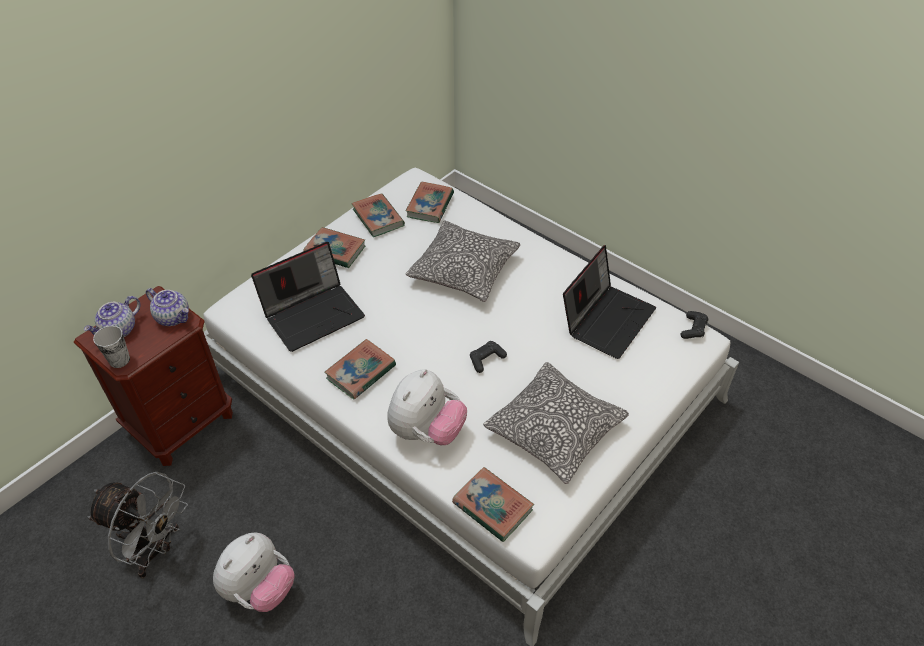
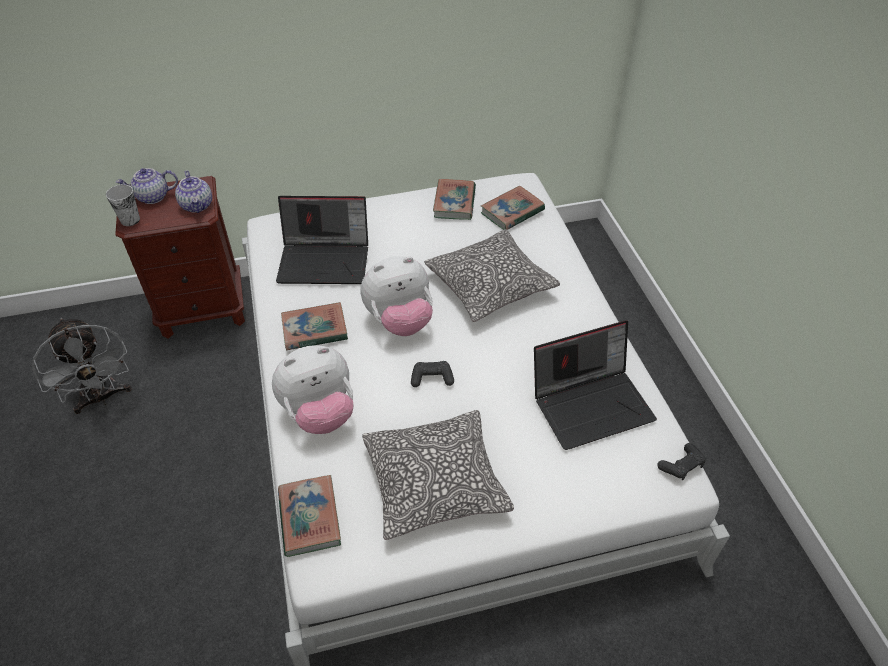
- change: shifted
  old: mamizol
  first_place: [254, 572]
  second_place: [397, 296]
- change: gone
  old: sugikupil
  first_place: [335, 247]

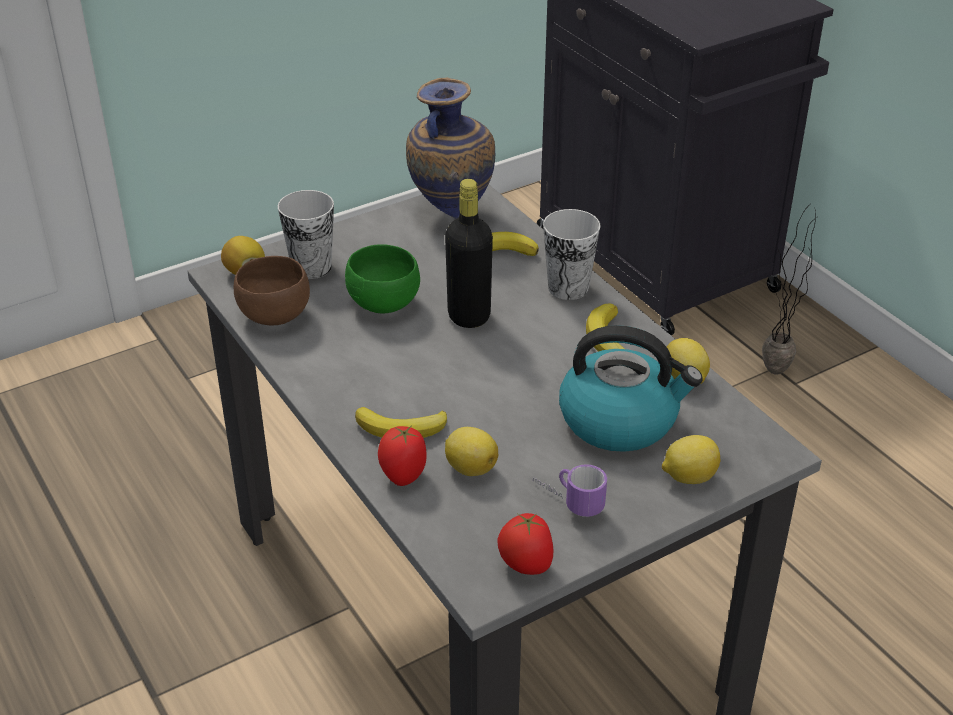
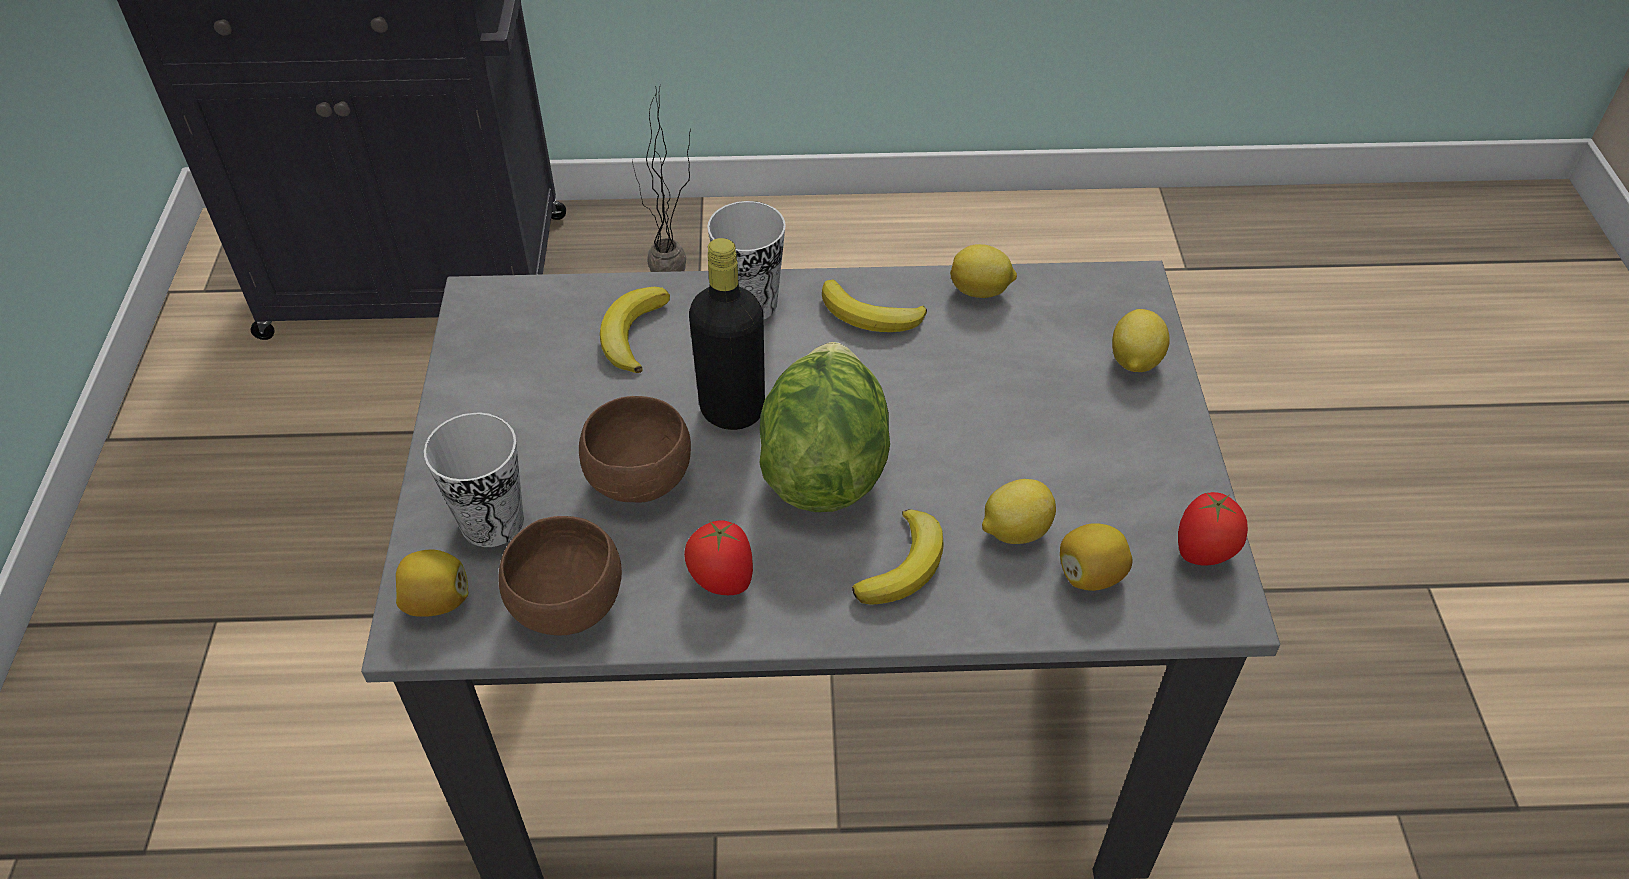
- change: repainted
  old: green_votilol
  new: brown_votilol
  first_place: [382, 278]
  second_place: [635, 449]
- change: shifted
  old: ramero
  first_place: [402, 456]
  second_place: [718, 557]
- change: gone
  old: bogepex
  first_place: [450, 148]
- change: gone
  old: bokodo
  first_place: [570, 490]
- change: gone
  old: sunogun
  first_place: [631, 388]
- change: new
  new: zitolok
  second_place: [824, 427]
- change: new
  new: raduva
  second_place: [1096, 557]

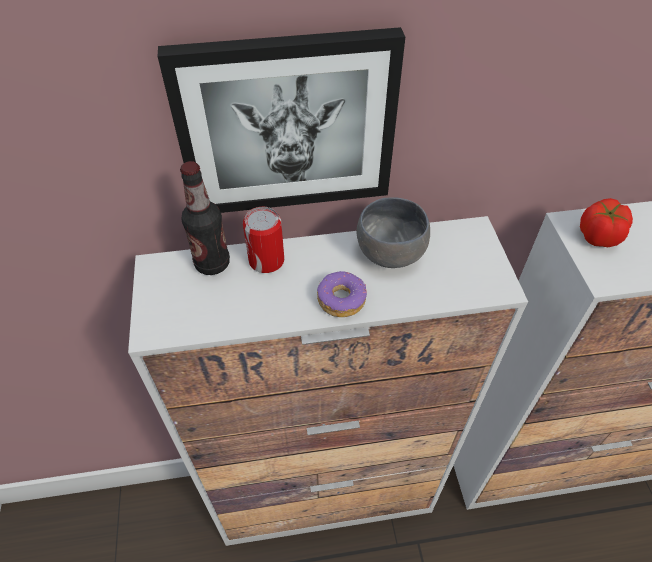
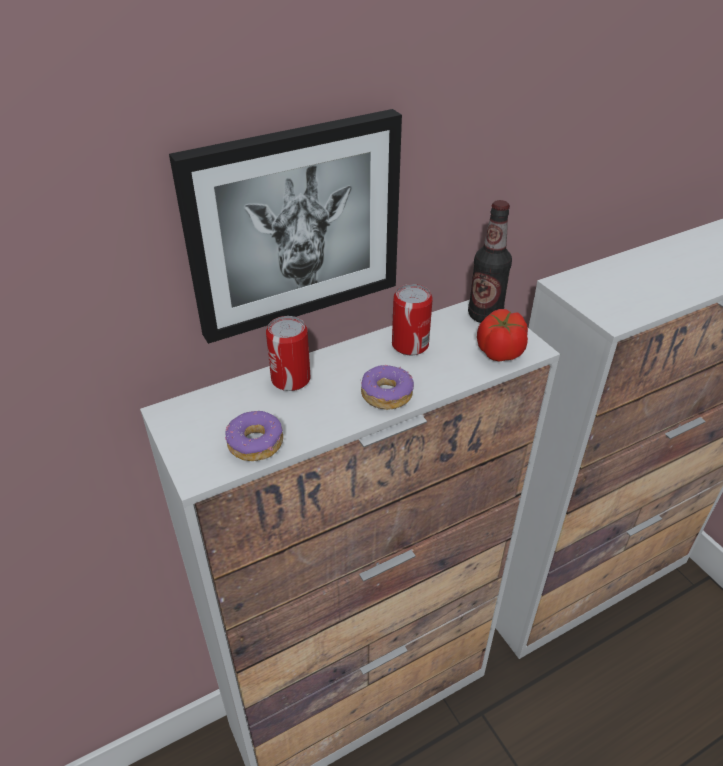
- change: shifted
  old: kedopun
  first_place: [205, 218]
  second_place: [490, 261]
- change: swapped
  old: grey_votilol
  new: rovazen
  first_place: [393, 232]
  second_place: [412, 319]
- change: shifted
  old: ramero
  first_place: [606, 222]
  second_place: [502, 335]
- change: new
  new: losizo
  second_place: [254, 436]

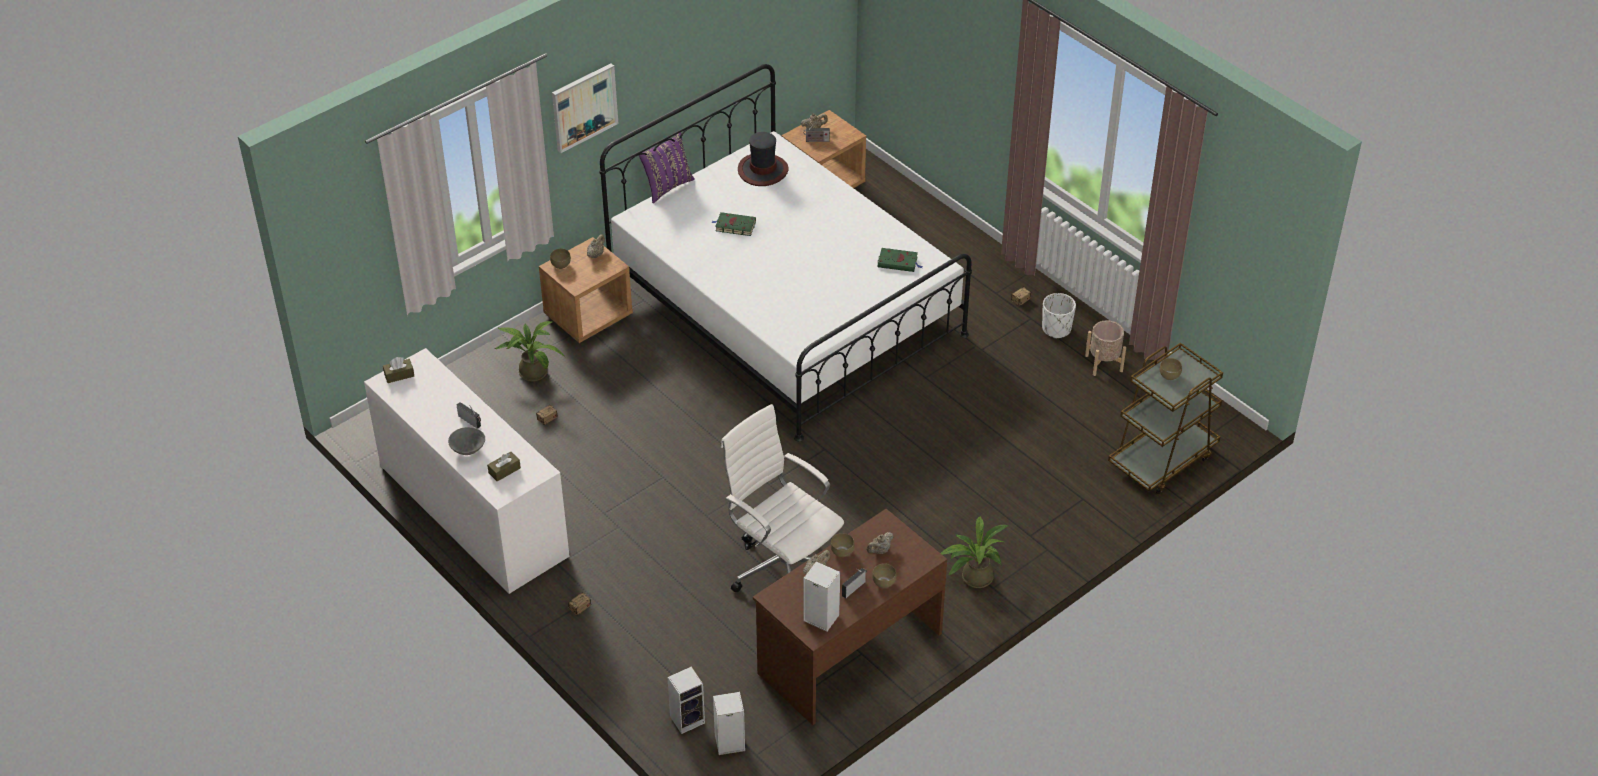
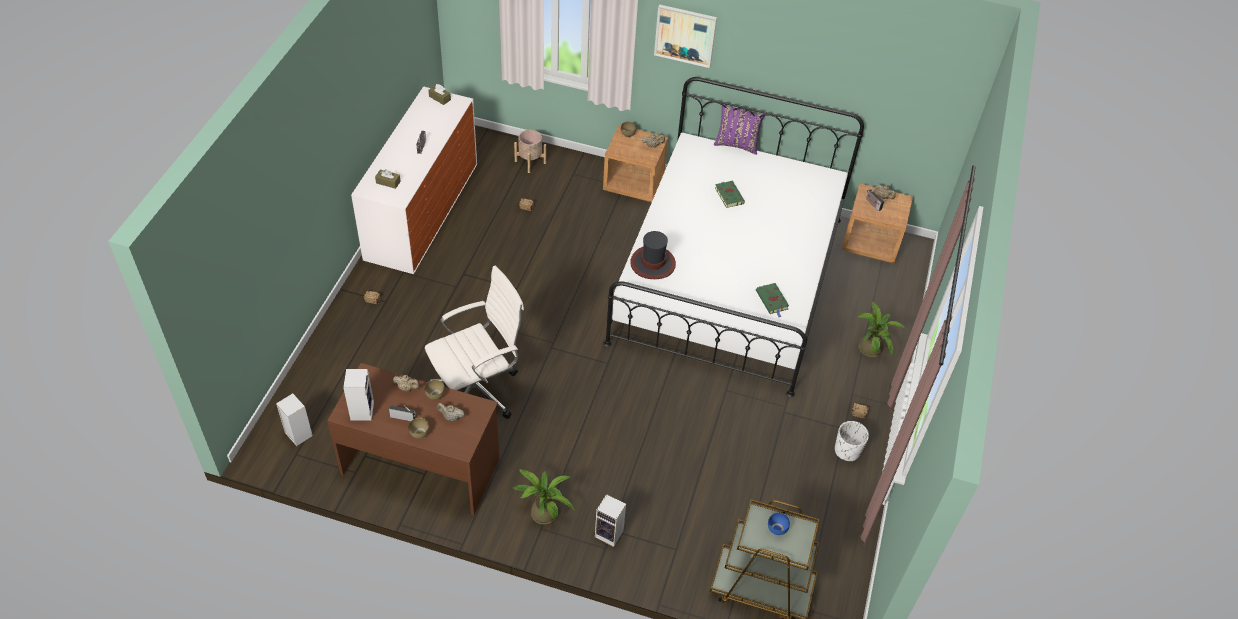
- change: gone
  old: grey_votilol
  first_place: [466, 441]
- change: shifted
  old: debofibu
  first_place: [530, 351]
  second_place: [881, 329]
- change: shifted
  old: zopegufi
  first_place: [686, 700]
  second_place: [610, 520]
- change: rotated
  old: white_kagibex
  first_place: [782, 498]
  second_place: [474, 342]
  degrees: 45
- change: shifted
  old: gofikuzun
  first_place: [763, 159]
  second_place: [653, 255]
- change: shifted
  old: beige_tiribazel
  first_place: [1105, 348]
  second_place: [530, 151]
- change: repainted
  old: brown_votilol
  new: blue_votilol
  first_place: [1171, 369]
  second_place: [779, 524]

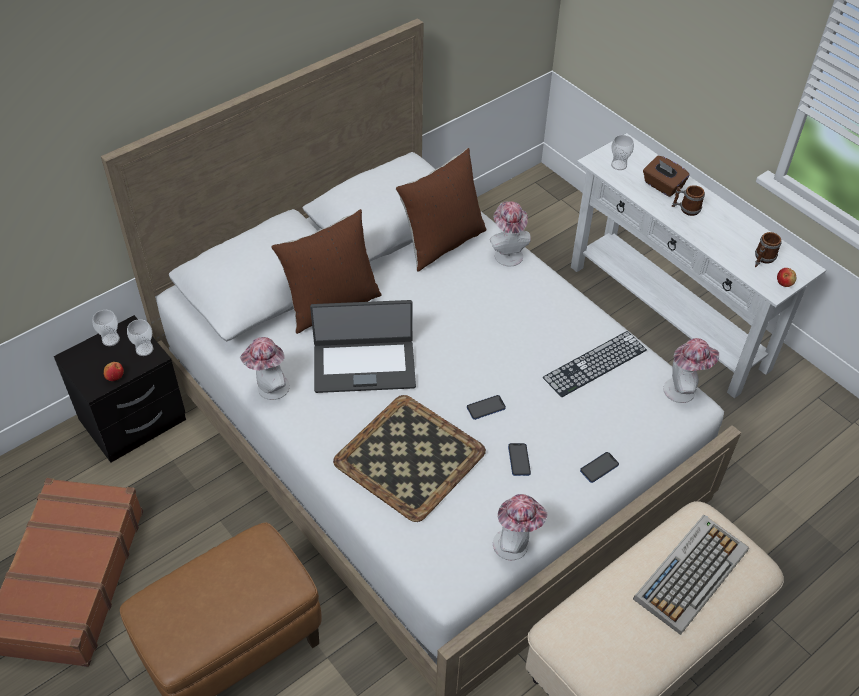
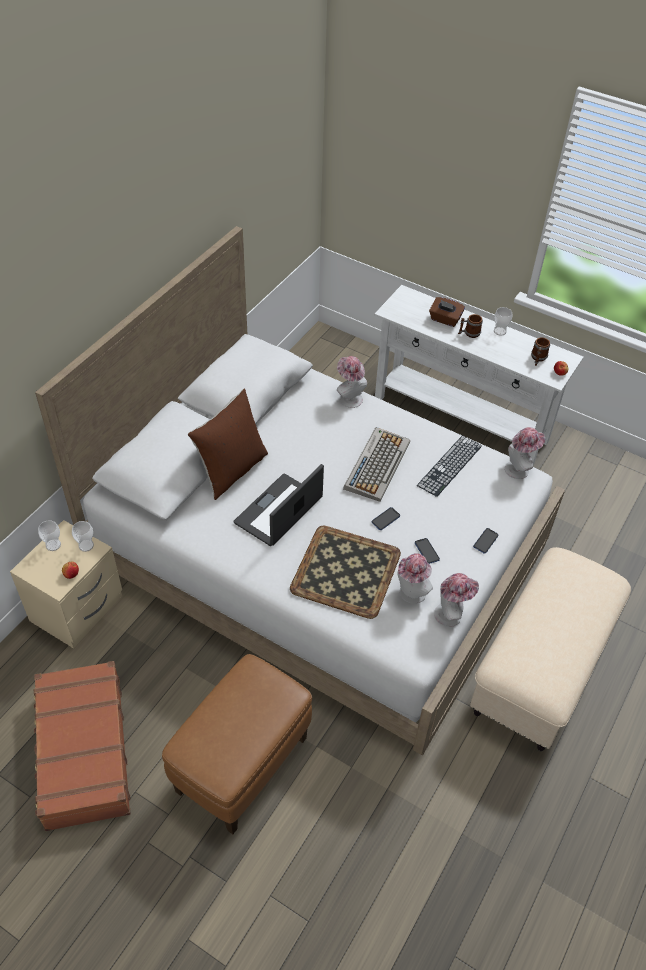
- change: repainted
  old: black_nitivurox
  new: beige_nitivurox
  first_place: [120, 389]
  second_place: [66, 584]
- change: shifted
  old: gofikuzun
  first_place: [265, 368]
  second_place: [415, 578]
- change: rotated
  old: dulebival
  first_place: [363, 346]
  second_place: [278, 505]
  degrees: 150
- change: gone
  old: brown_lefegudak
  first_place: [441, 210]
- change: shifted
  old: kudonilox
  first_place: [622, 152]
  second_place: [503, 321]
- change: shifted
  old: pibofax
  first_place: [691, 575]
  second_place: [376, 464]

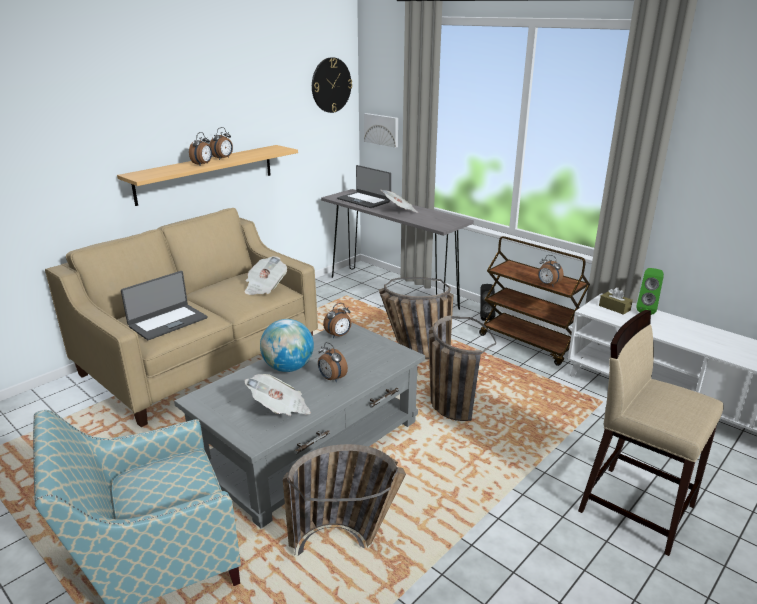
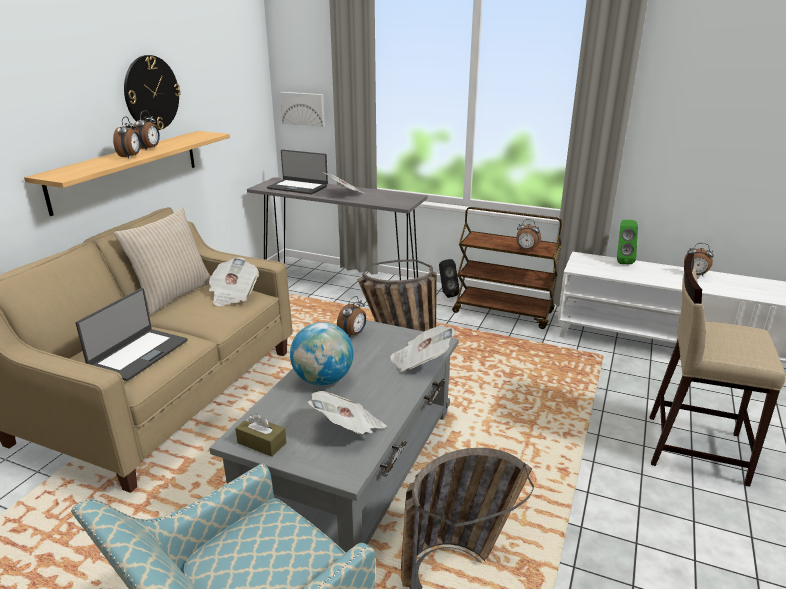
- change: shifted
  old: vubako
  first_place: [332, 85]
  second_place: [152, 92]
- change: shifted
  old: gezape
  first_place: [333, 362]
  second_place: [699, 259]
- change: gone
  old: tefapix
  first_place: [462, 368]
- change: shifted
  old: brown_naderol
  first_place: [616, 301]
  second_place: [260, 435]
- change: new
  new: beige_lefegudak
  second_place: [162, 261]
- change: new
  new: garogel
  second_place: [422, 348]

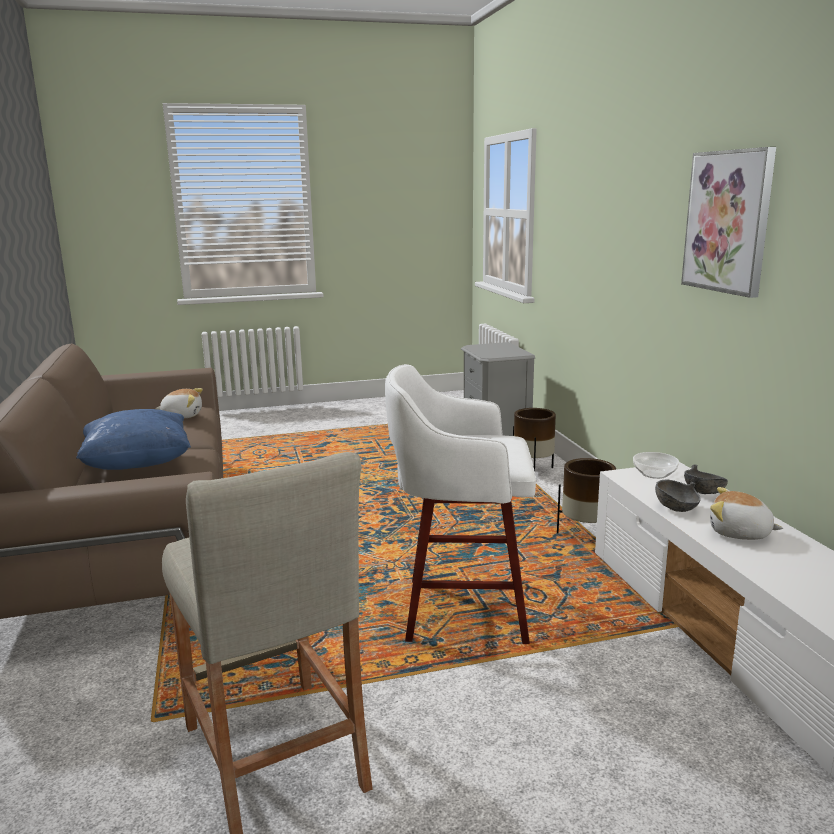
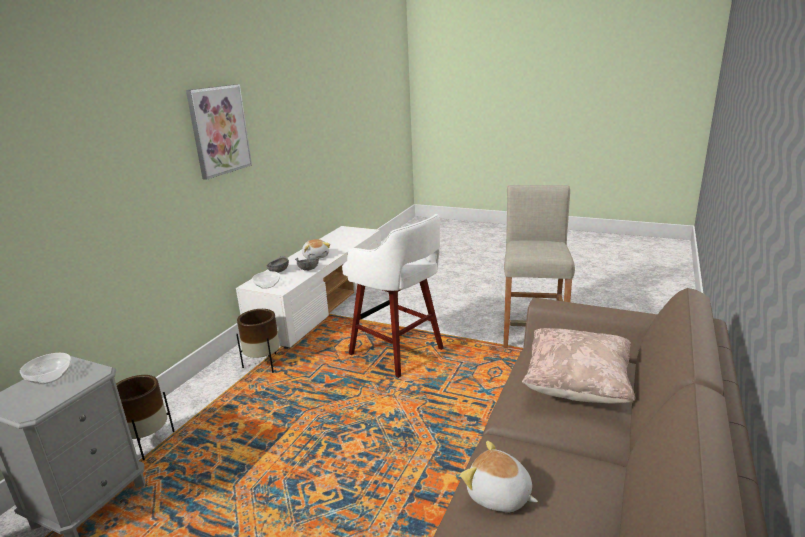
- change: repainted
  old: blue_lefegudak
  new: beige_lefegudak
  first_place: [133, 439]
  second_place: [578, 366]
- change: new
  new: votilol
  second_place: [45, 368]

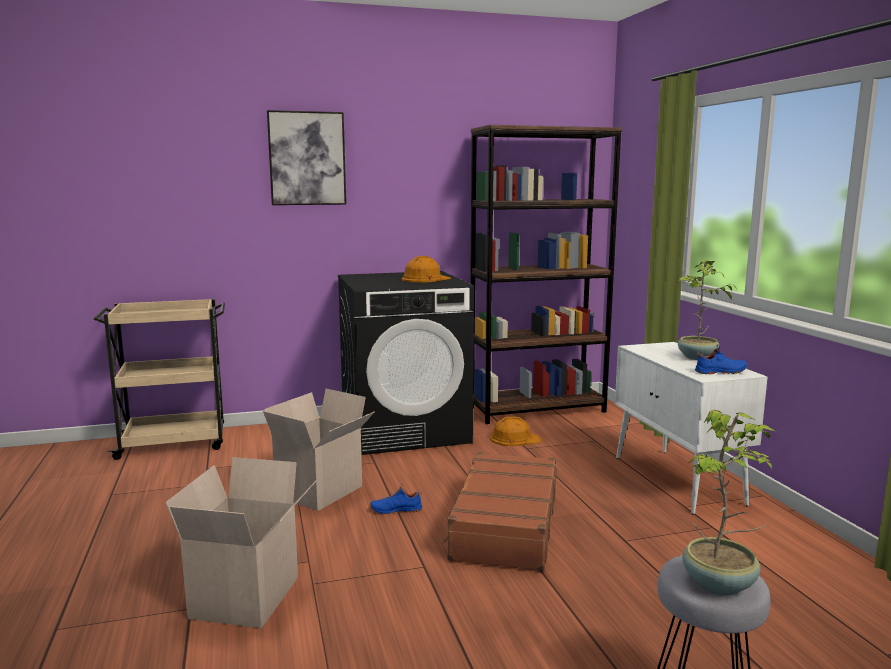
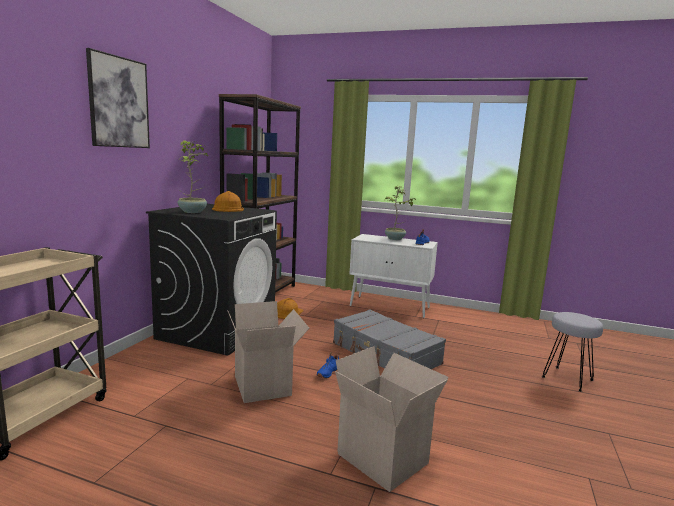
- change: repainted
  old: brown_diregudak
  new: grey_diregudak
  first_place: [500, 511]
  second_place: [389, 339]
- change: shifted
  old: debofibu
  first_place: [729, 502]
  second_place: [193, 176]

